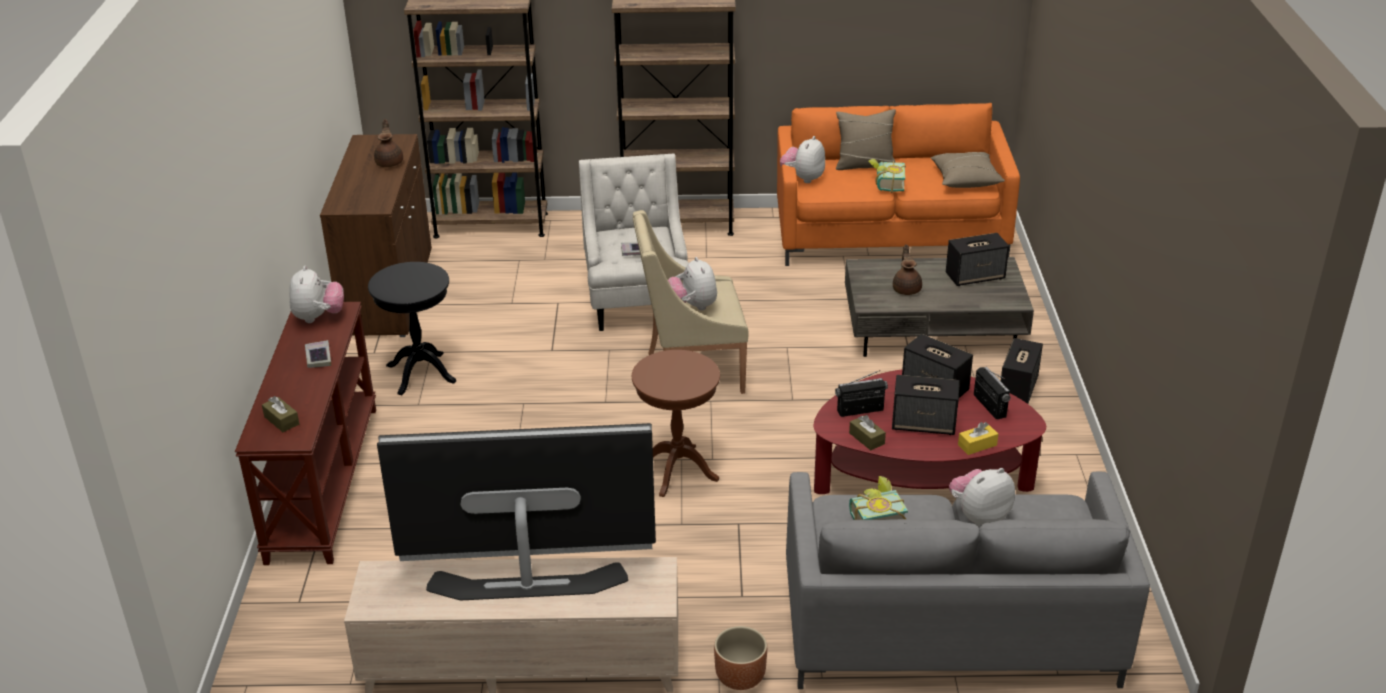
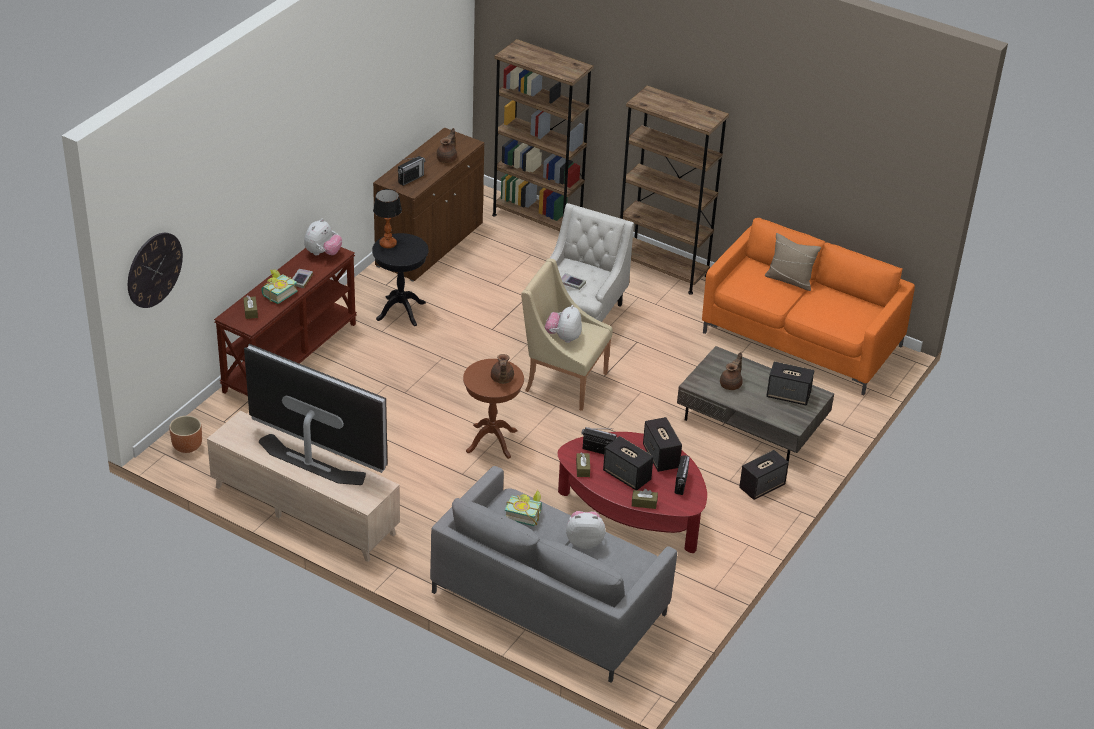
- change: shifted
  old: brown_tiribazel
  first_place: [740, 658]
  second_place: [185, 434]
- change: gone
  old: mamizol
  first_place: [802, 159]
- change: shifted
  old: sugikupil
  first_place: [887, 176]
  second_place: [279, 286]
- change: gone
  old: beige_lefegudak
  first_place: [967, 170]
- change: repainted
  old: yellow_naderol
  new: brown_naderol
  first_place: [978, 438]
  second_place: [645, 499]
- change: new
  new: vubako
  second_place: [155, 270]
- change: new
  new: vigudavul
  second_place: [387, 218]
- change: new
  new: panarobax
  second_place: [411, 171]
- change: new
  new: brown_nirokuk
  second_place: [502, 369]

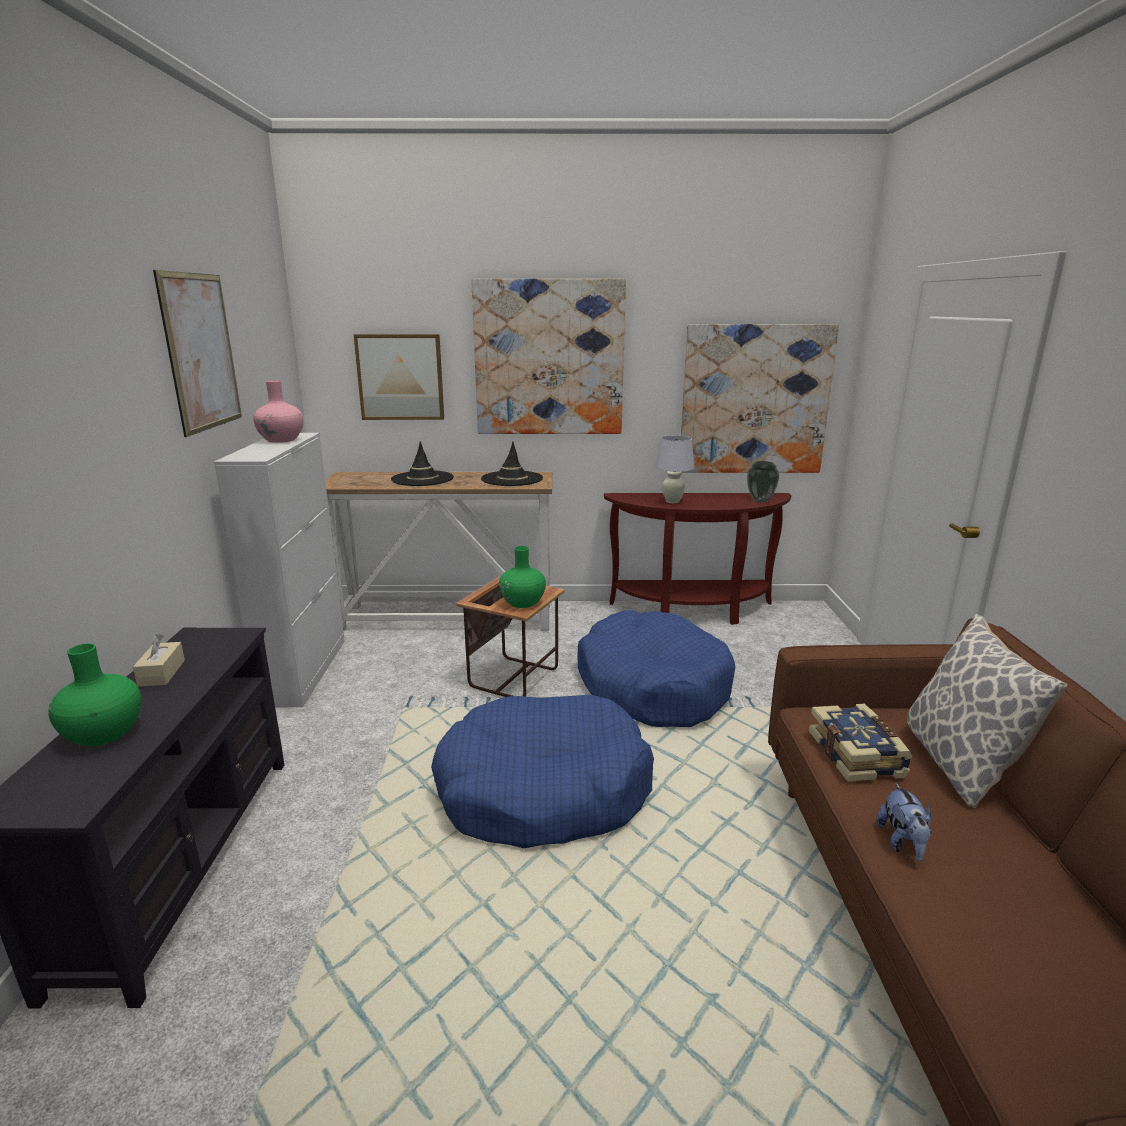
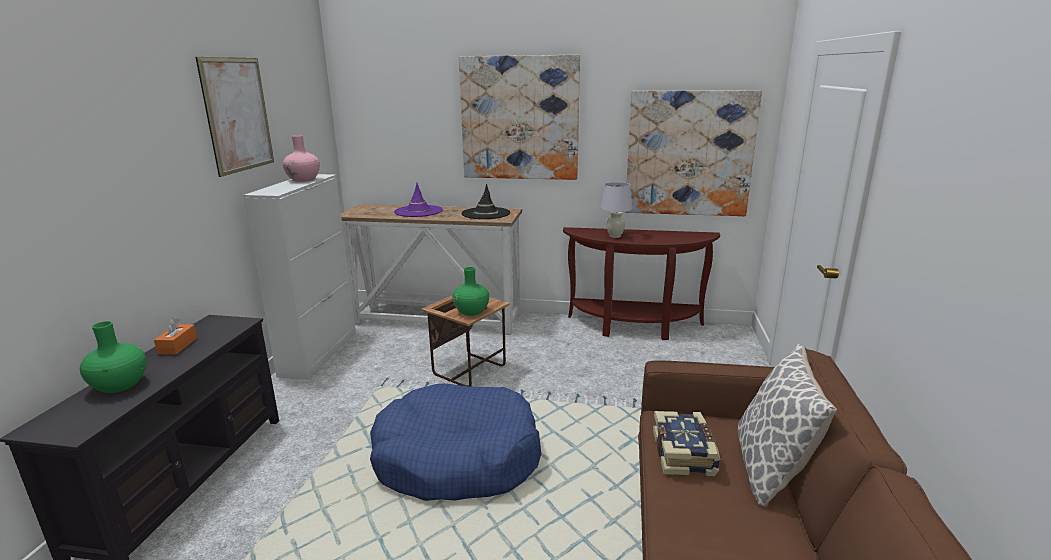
- change: repainted
  old: beige_naderol
  new: orange_naderol
  first_place: [159, 660]
  second_place: [175, 336]
- change: gone
  old: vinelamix
  first_place: [399, 377]
- change: repainted
  old: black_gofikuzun
  new: purple_gofikuzun
  first_place: [422, 463]
  second_place: [418, 200]
- change: gone
  old: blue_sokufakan
  first_place: [656, 668]
- change: gone
  old: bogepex
  first_place: [763, 482]
- change: gone
  old: mamizol
  first_place: [903, 822]

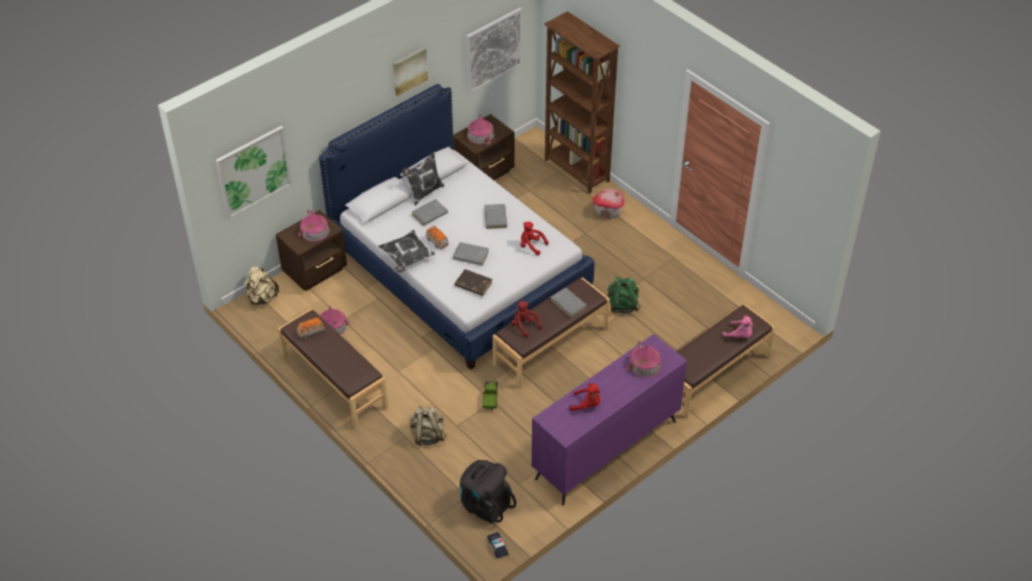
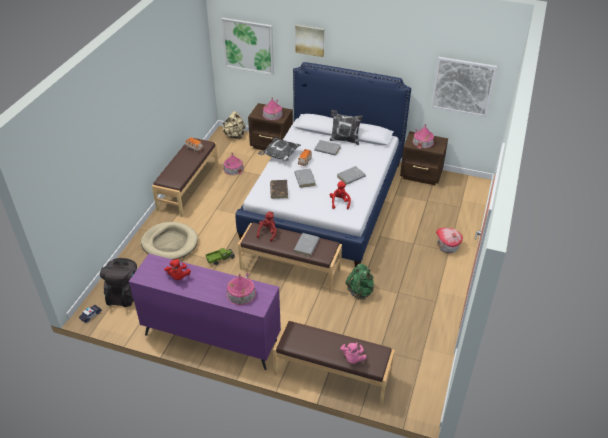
- change: shifted
  old: vinelamix
  first_place: [410, 71]
  second_place: [309, 41]
- change: swapped
  old: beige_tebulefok
  new: beige_sokufakan
  first_place: [428, 426]
  second_place: [169, 241]
- change: gone
  old: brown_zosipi
  first_place: [582, 102]

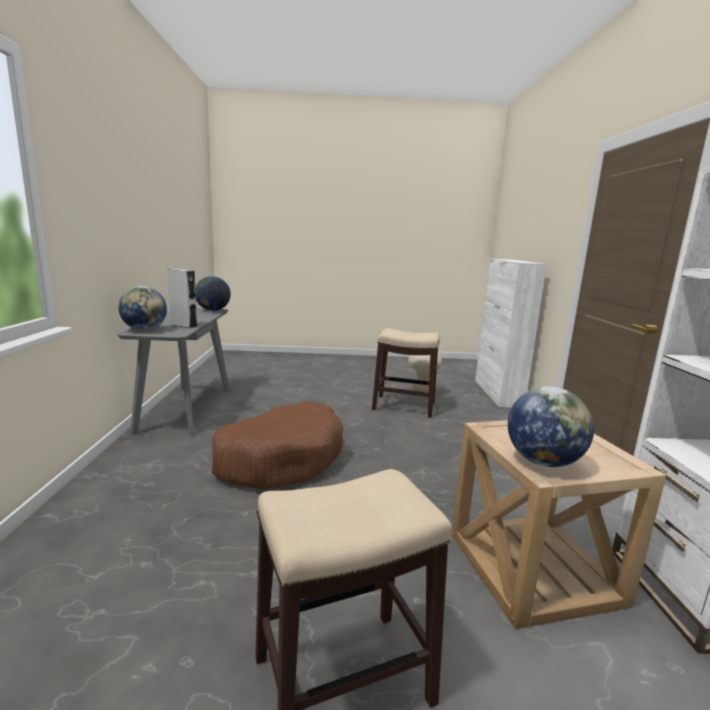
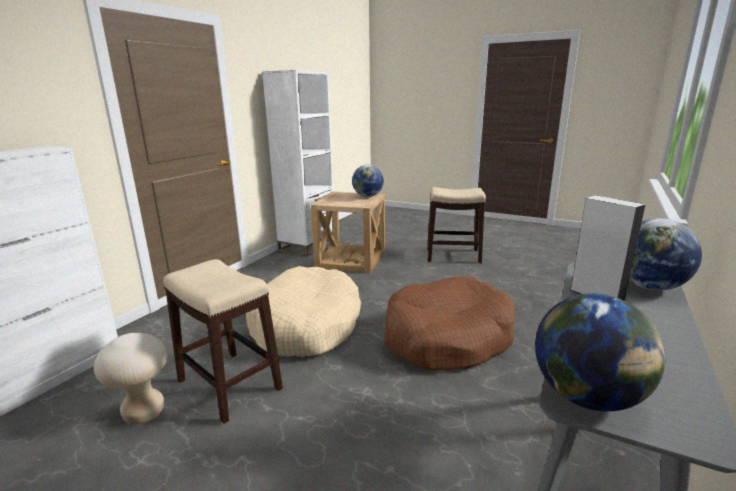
- change: new
  new: beige_sokufakan
  second_place: [303, 311]

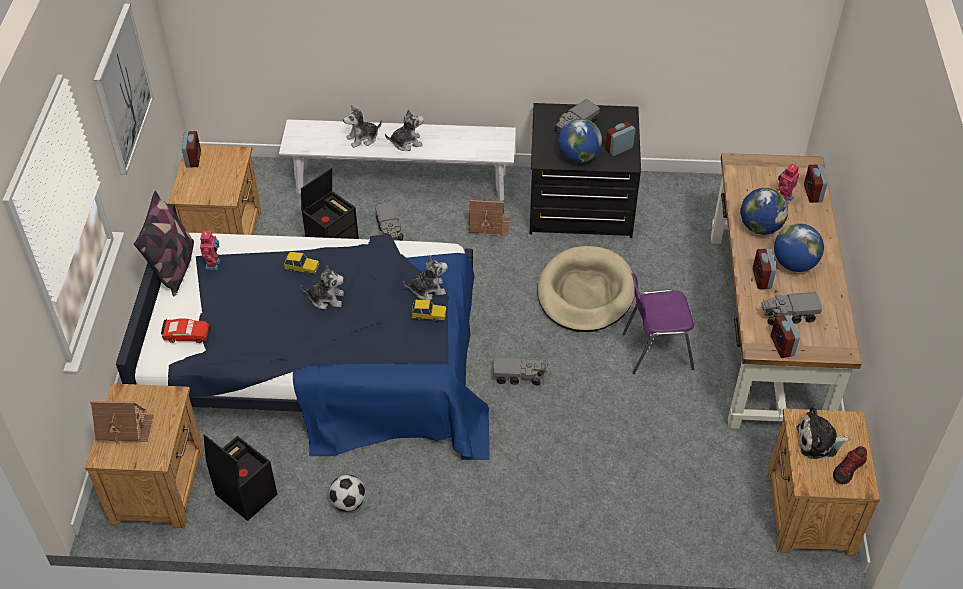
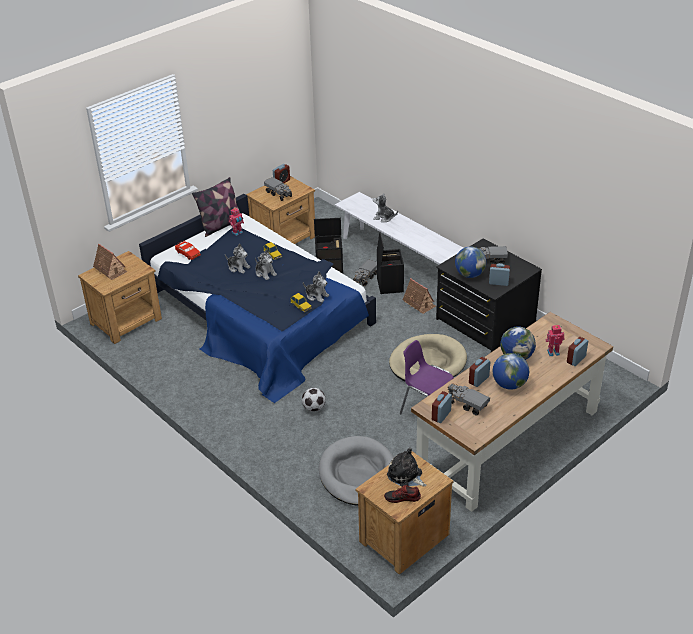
- change: gone
  old: vinelamix
  first_place: [123, 89]
- change: shifted
  old: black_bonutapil
  first_place: [240, 477]
  second_place: [390, 263]
- change: shifted
  old: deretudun
  first_place: [347, 493]
  second_place: [314, 400]
- change: shifted
  old: mamizol
  first_place: [404, 130]
  second_place: [238, 258]
- change: shifted
  old: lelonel
  first_place: [521, 371]
  second_place: [278, 189]
- change: new
  new: grey_sokufakan
  second_place: [356, 471]

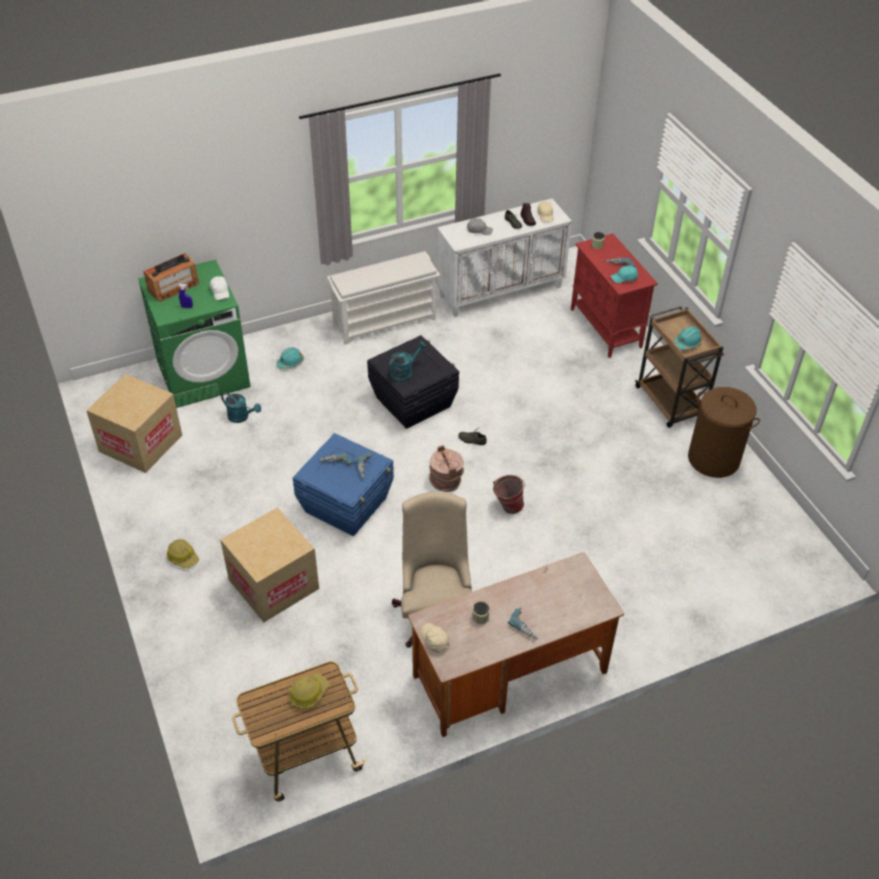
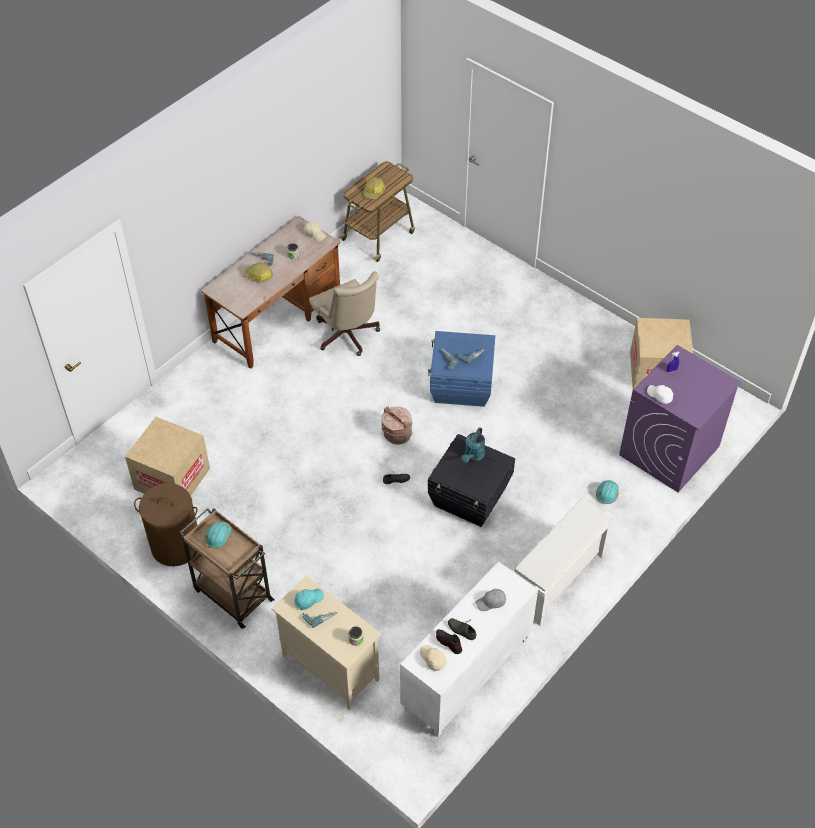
- change: repainted
  old: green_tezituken
  new: purple_tezituken
  first_place: [194, 334]
  second_place: [680, 418]
- change: gone
  old: panarobax
  first_place: [171, 277]
- change: shifted
  old: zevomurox
  first_place: [183, 554]
  second_place: [258, 273]
- change: shifted
  old: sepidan
  first_place: [269, 564]
  second_place: [167, 456]
- change: gone
  old: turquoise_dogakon
  first_place: [241, 407]
- change: gone
  old: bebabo
  first_place: [509, 494]
- change: repainted
  old: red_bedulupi
  new: beige_bedulupi
  first_place: [614, 296]
  second_place: [327, 643]

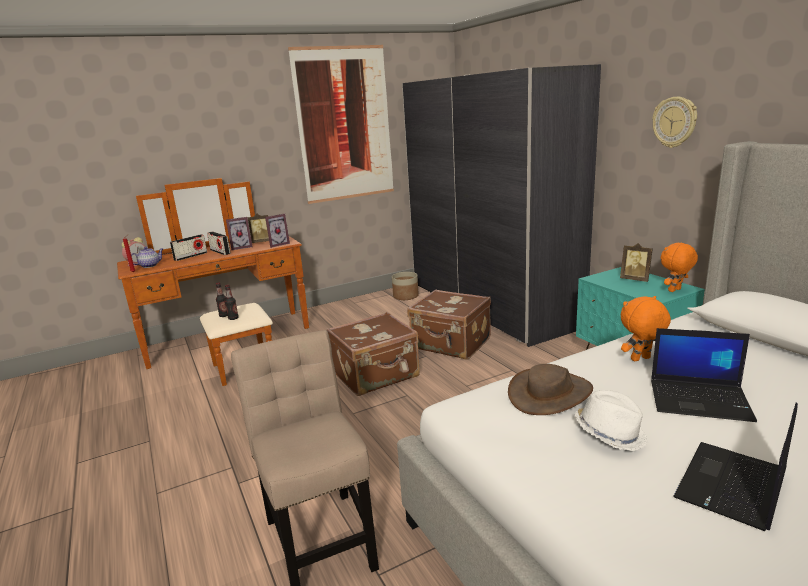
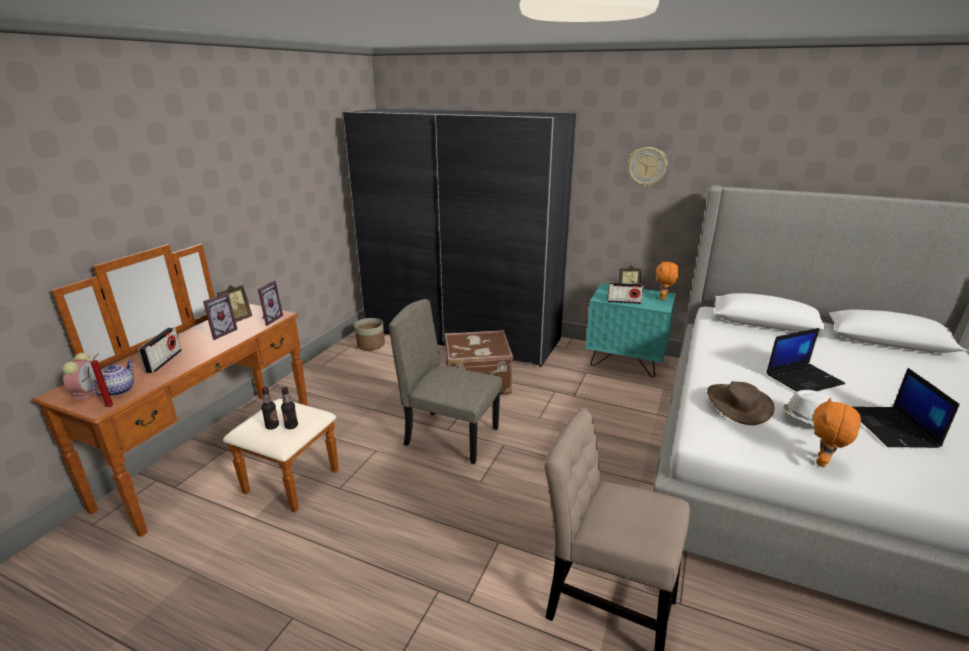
- change: shifted
  old: panarobax
  first_place: [218, 243]
  second_place: [625, 293]
- change: gone
  old: vinelamix
  first_place: [341, 124]
- change: swapped
  old: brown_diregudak
  new: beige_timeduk
  first_place: [373, 354]
  second_place: [445, 381]
- change: shifted
  old: orange_mamizol
  first_place: [646, 328]
  second_place: [837, 432]

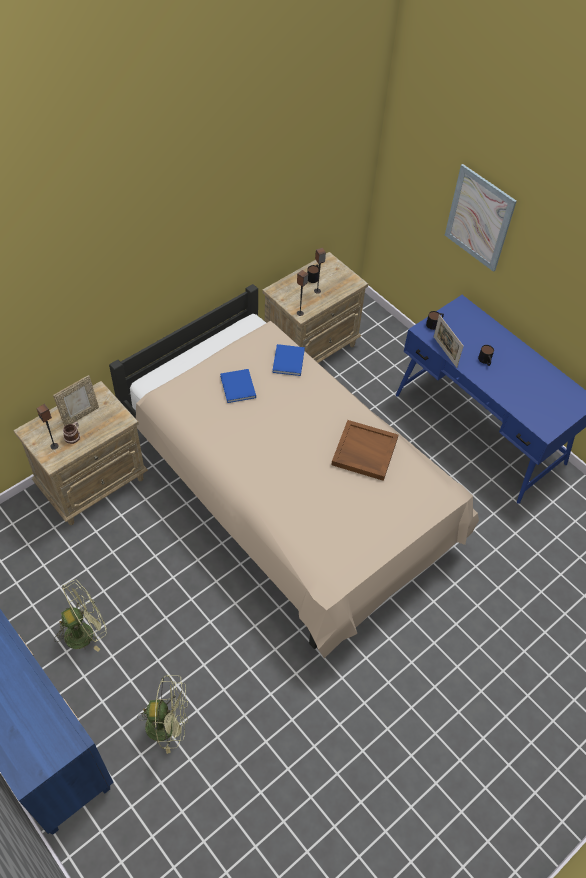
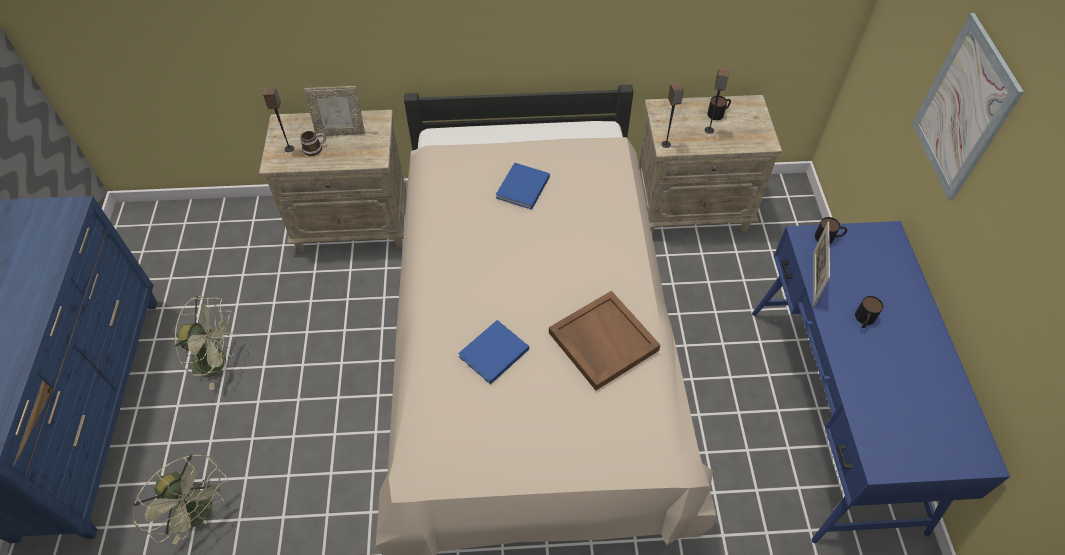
- change: shifted
  old: blue_sugikupil
  first_place: [288, 360]
  second_place: [493, 352]

